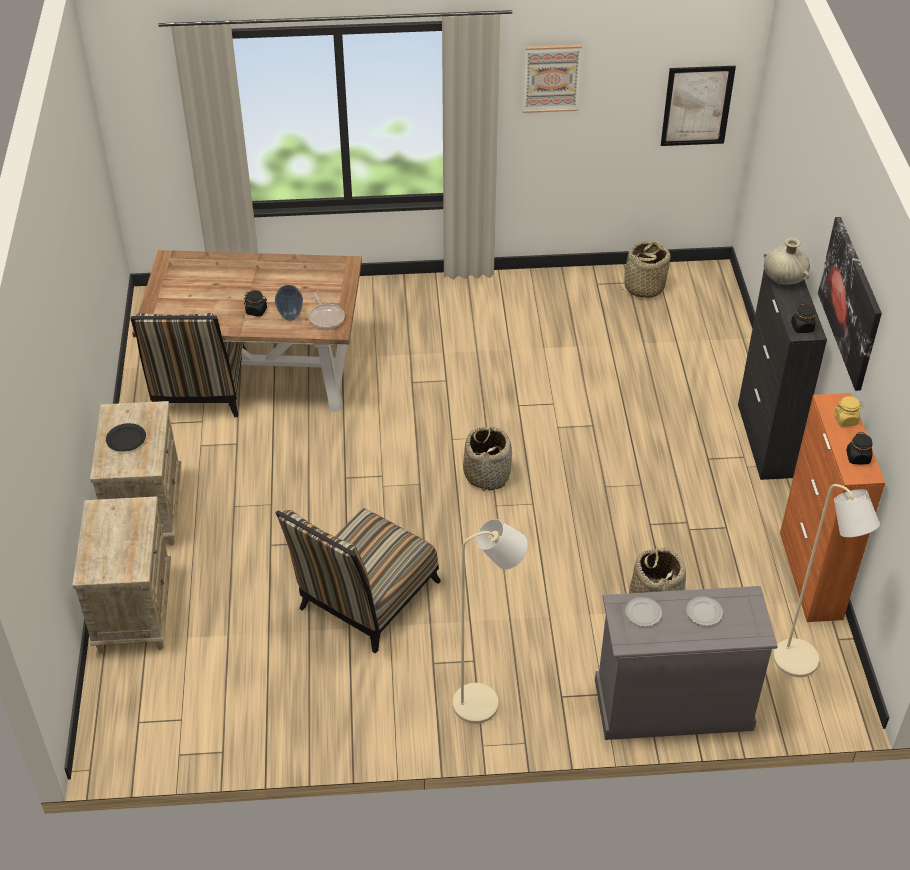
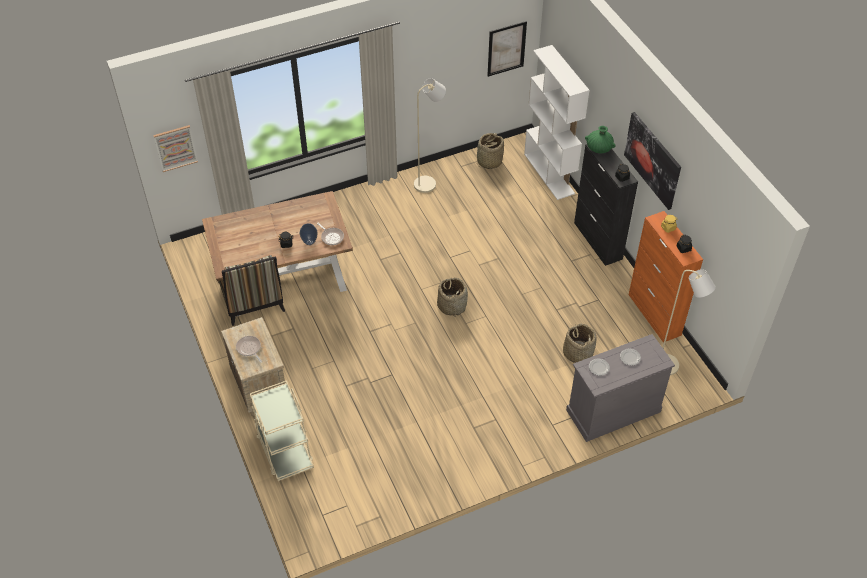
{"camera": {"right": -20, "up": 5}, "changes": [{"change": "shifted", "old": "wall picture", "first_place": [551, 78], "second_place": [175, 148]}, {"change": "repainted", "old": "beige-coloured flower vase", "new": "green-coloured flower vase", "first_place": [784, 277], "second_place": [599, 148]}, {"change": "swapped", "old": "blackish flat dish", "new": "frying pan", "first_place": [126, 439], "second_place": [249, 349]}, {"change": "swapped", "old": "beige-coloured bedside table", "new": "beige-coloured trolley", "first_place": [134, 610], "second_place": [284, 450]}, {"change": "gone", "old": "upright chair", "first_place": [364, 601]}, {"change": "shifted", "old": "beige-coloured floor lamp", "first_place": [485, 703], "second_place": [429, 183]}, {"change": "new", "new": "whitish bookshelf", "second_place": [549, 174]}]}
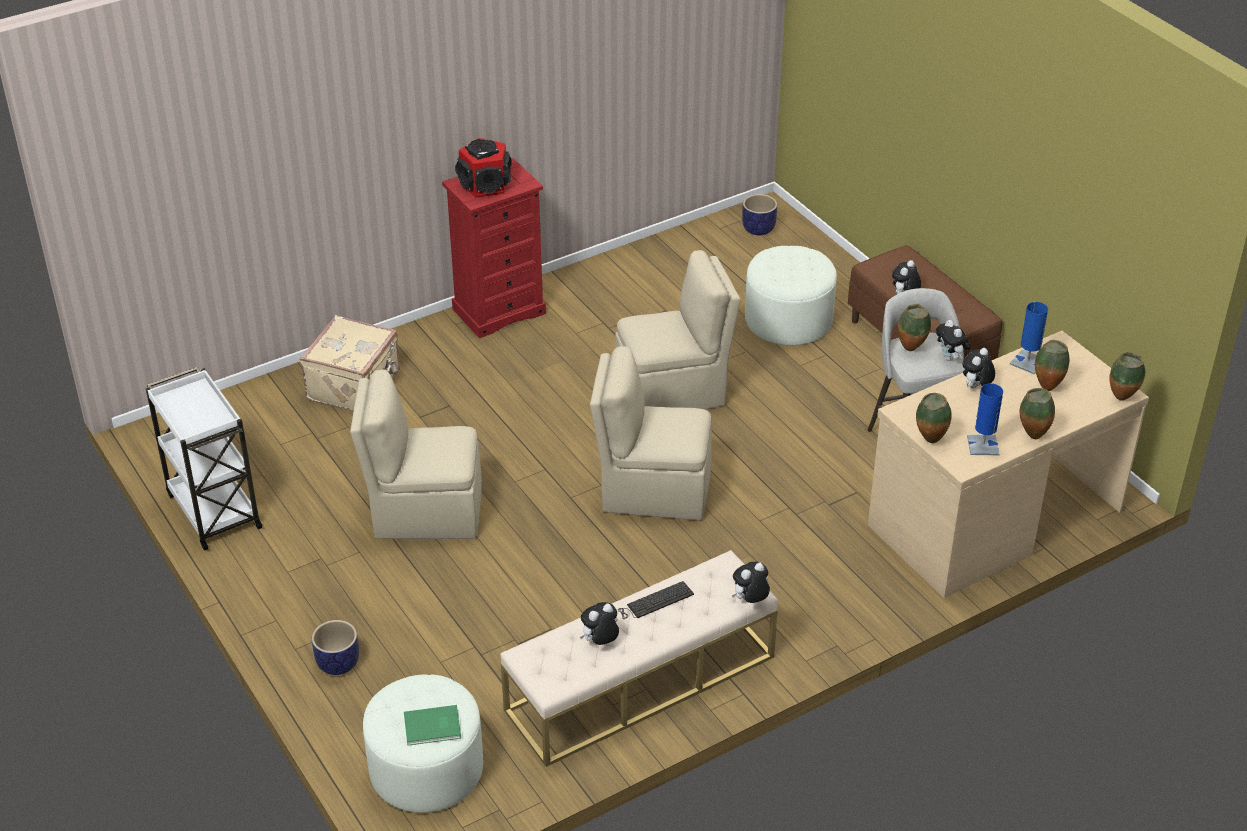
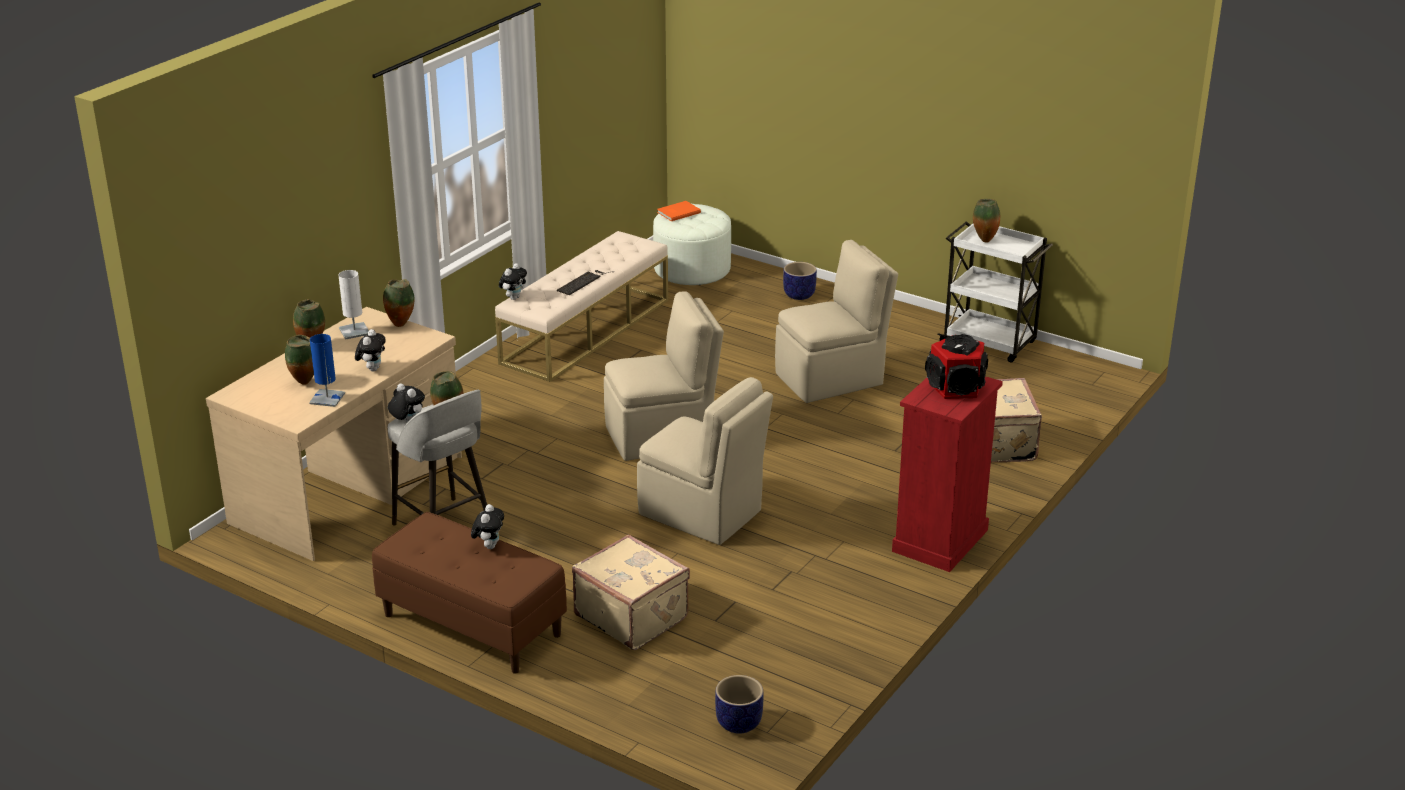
{"camera": {"right": 155, "up": -10}, "changes": [{"change": "swapped", "old": "whitish ottoman", "new": "beige-coloured suitcase", "first_place": [788, 320], "second_place": [632, 616]}, {"change": "rotated", "old": "beige-coloured upright chair", "first_place": [673, 392], "second_place": [702, 514], "degrees": -105}, {"change": "shifted", "old": "flower vase", "first_place": [1122, 399], "second_place": [984, 241]}, {"change": "repainted", "old": "blue tabletop lamp", "new": "whitish tabletop lamp", "first_place": [983, 445], "second_place": [354, 331]}, {"change": "gone", "old": "soft toy", "first_place": [600, 642]}, {"change": "repainted", "old": "green-coloured volume", "new": "orangey volume", "first_place": [433, 727], "second_place": [677, 212]}]}
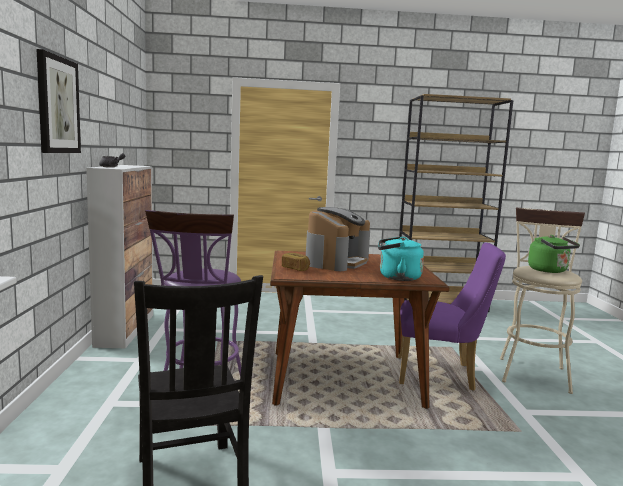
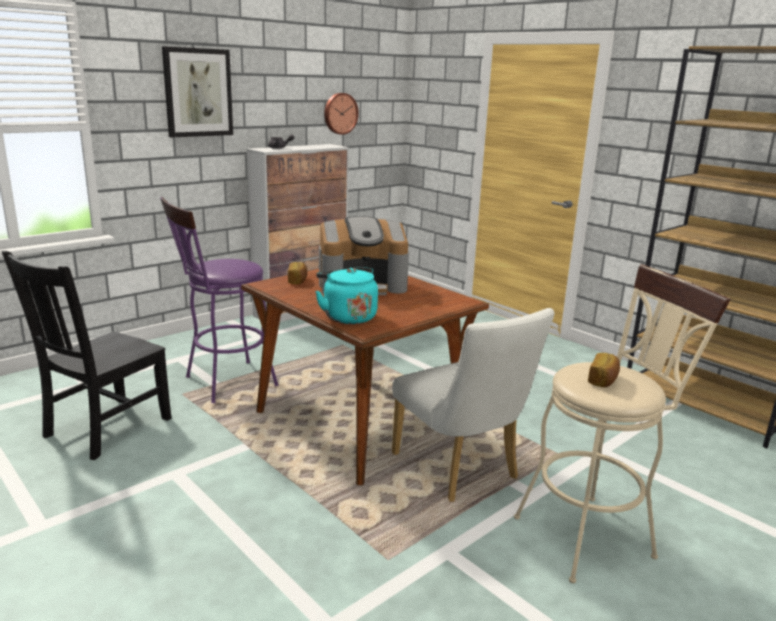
{"camera": {"right": 50, "up": 10}, "changes": [{"change": "swapped", "old": "green-coloured water kettle", "new": "baked bread", "first_place": [549, 271], "second_place": [603, 380]}, {"change": "repainted", "old": "purplish upright chair", "new": "whitish upright chair", "first_place": [441, 375], "second_place": [460, 470]}, {"change": "new", "new": "wall clock", "second_place": [340, 113]}]}
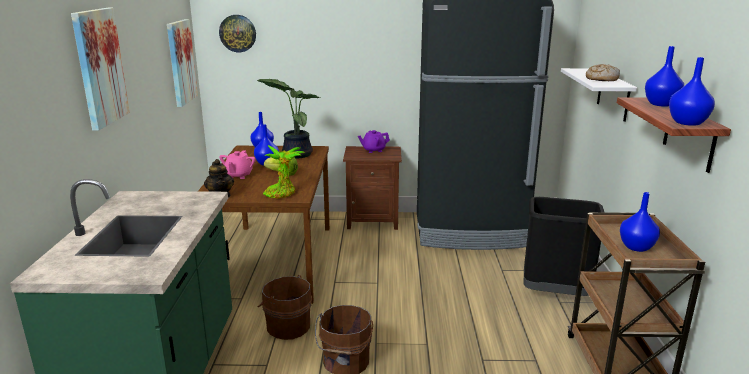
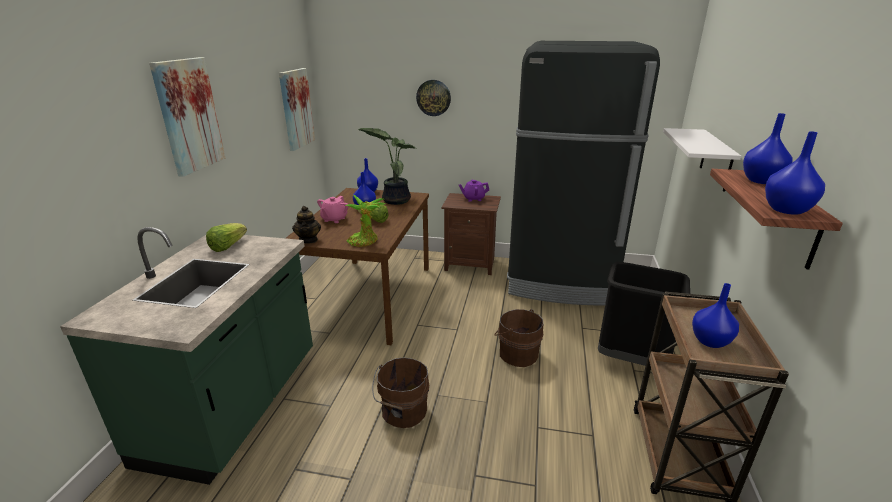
{"camera": {"right": 10, "up": 5}, "changes": [{"change": "shifted", "old": "wall clock", "first_place": [237, 33], "second_place": [433, 98]}, {"change": "gone", "old": "baked bread", "first_place": [601, 79]}, {"change": "shifted", "old": "brown-coloured water bucket", "first_place": [287, 326], "second_place": [517, 353]}, {"change": "new", "new": "lettuce", "second_place": [228, 246]}]}
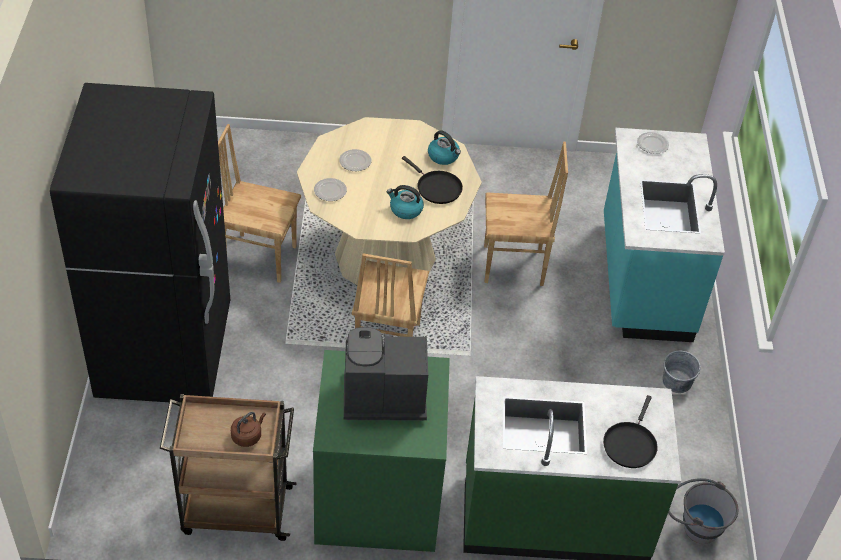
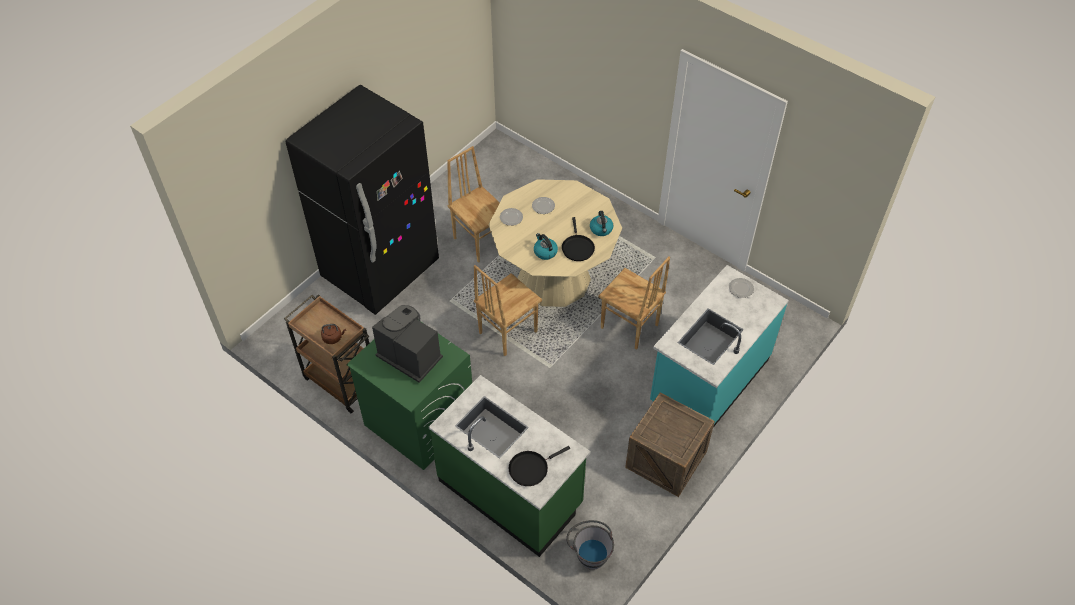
{"camera": {"right": 40, "up": 5}, "changes": [{"change": "swapped", "old": "grey water bucket", "new": "shipping crate", "first_place": [677, 382], "second_place": [666, 459]}]}
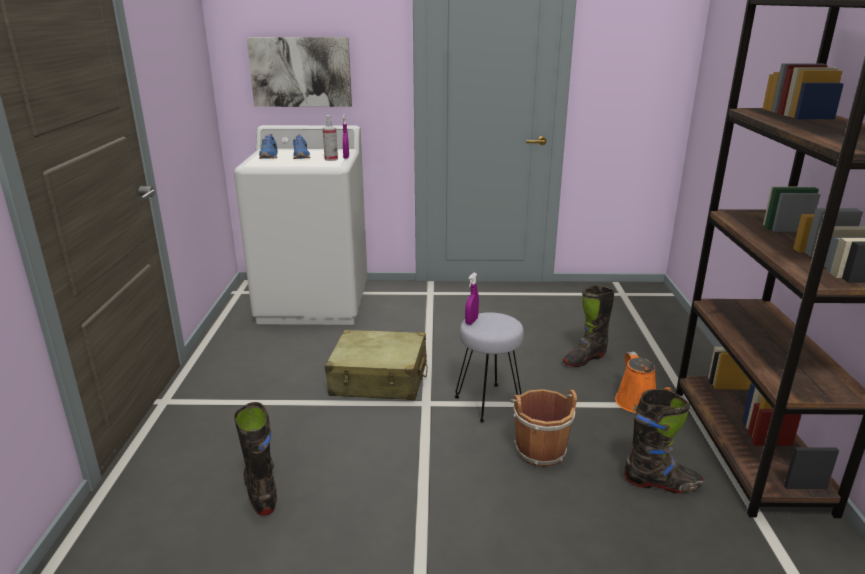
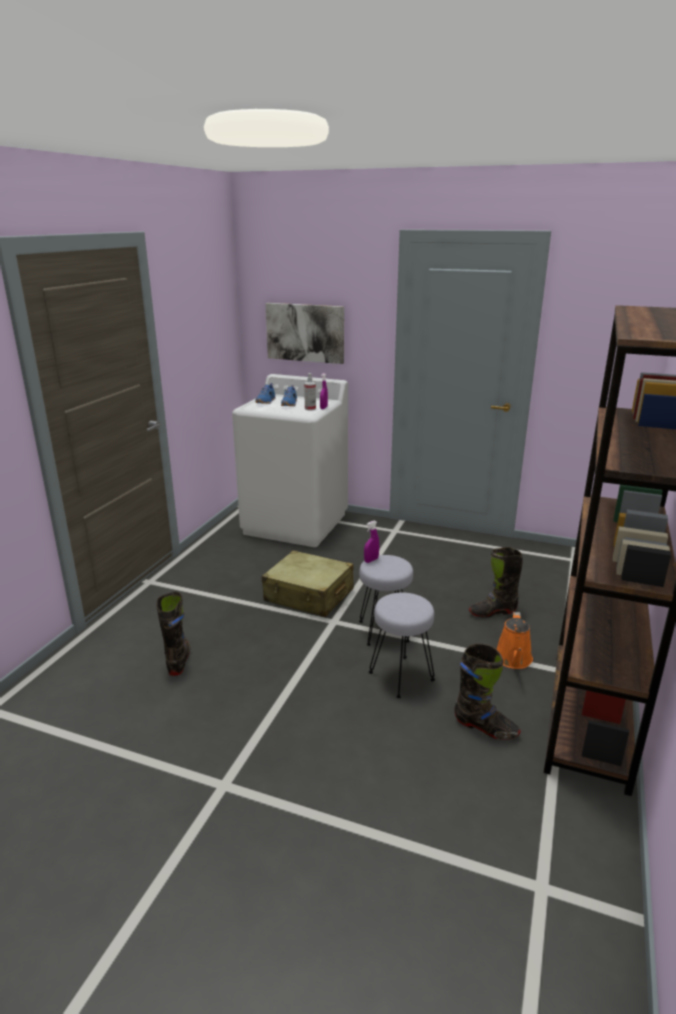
{"camera": {"right": 20, "up": 0}, "changes": [{"change": "swapped", "old": "brown-coloured water bucket", "new": "grey stool", "first_place": [539, 449], "second_place": [400, 677]}]}
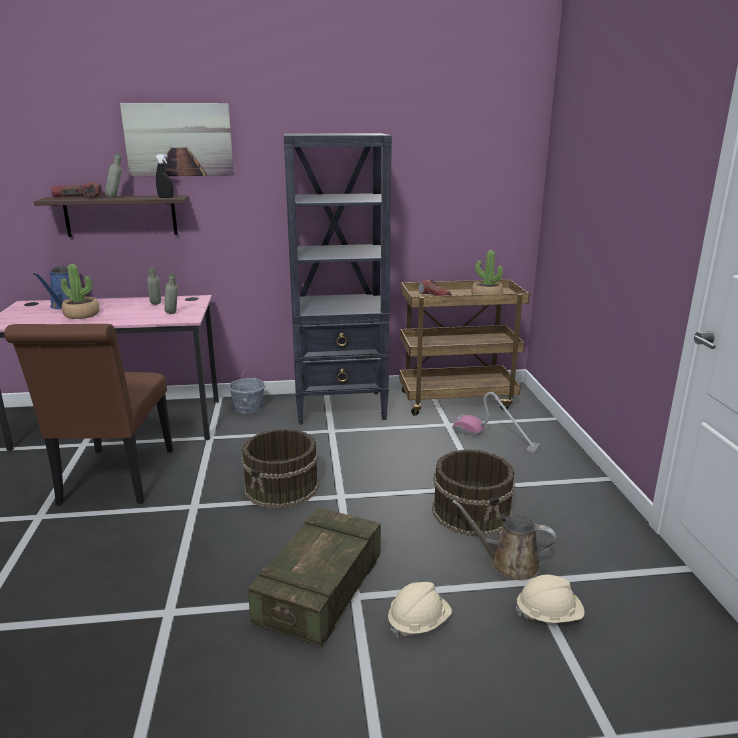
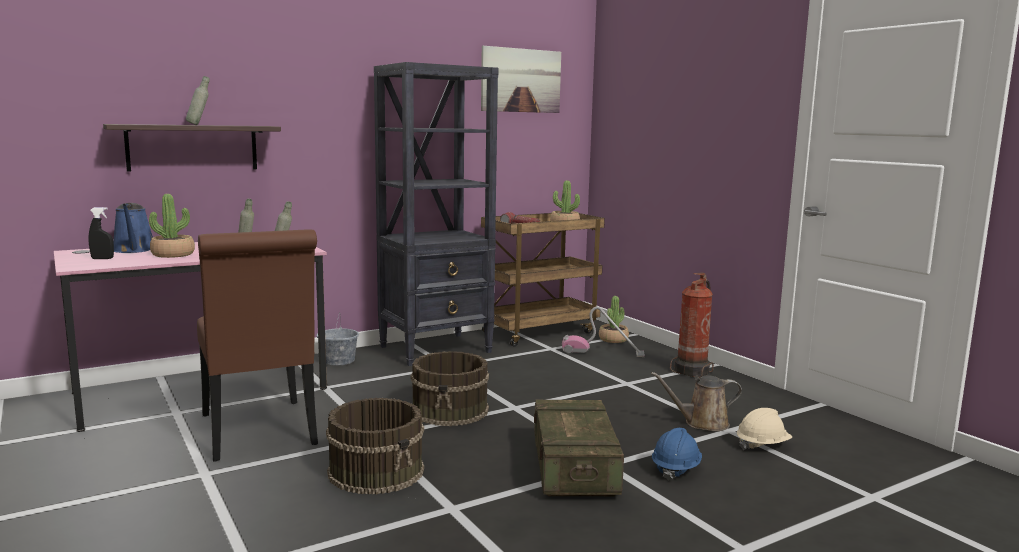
{"camera": {"right": -25, "up": -10}, "changes": [{"change": "shifted", "old": "wall picture", "first_place": [178, 140], "second_place": [521, 80]}, {"change": "shifted", "old": "blackish sprayer", "first_place": [165, 197], "second_place": [102, 258]}, {"change": "gone", "old": "hand torch", "first_place": [78, 197]}, {"change": "shifted", "old": "brown-coloured water bucket", "first_place": [472, 512], "second_place": [377, 471]}, {"change": "repainted", "old": "beige-coloured work helmet", "new": "blue work helmet", "first_place": [418, 623], "second_place": [675, 469]}, {"change": "new", "new": "extinguisher", "second_place": [693, 371]}, {"change": "new", "new": "potted plant", "second_place": [613, 339]}]}
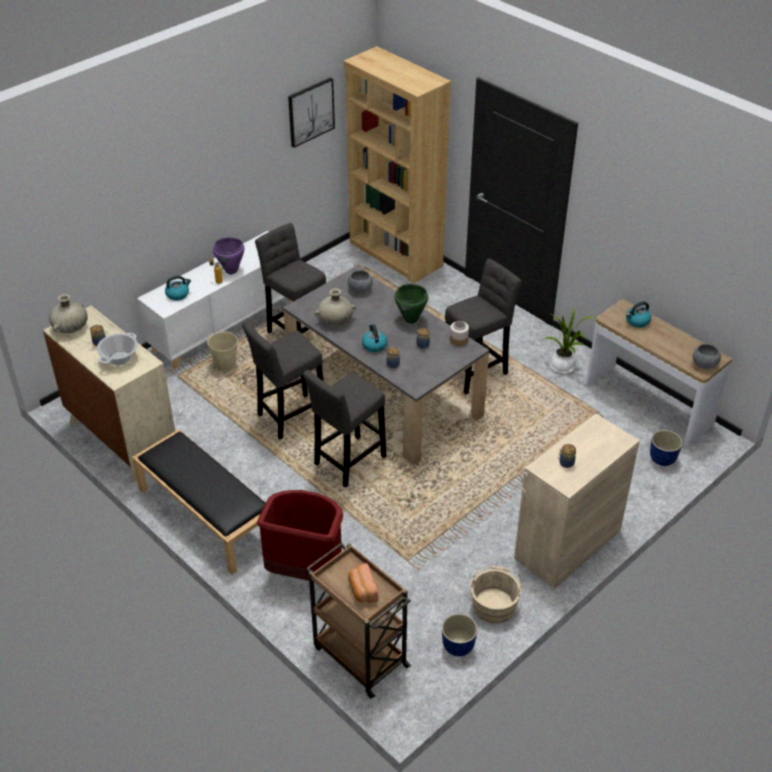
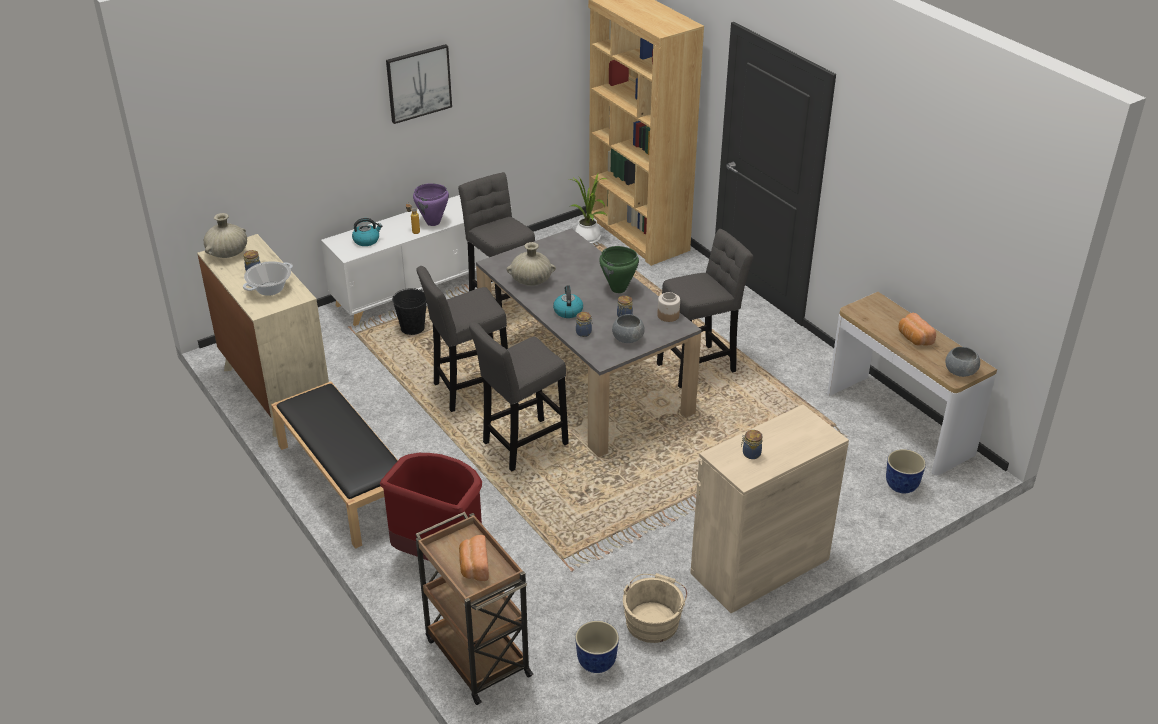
{"camera": {"right": 10, "up": -5}, "changes": [{"change": "shifted", "old": "wall picture", "first_place": [310, 111], "second_place": [418, 83]}, {"change": "shifted", "old": "grey bowl", "first_place": [360, 289], "second_place": [628, 338]}, {"change": "gone", "old": "water kettle", "first_place": [637, 321]}, {"change": "shifted", "old": "potted plant", "first_place": [563, 367], "second_place": [588, 239]}, {"change": "repainted", "old": "beige-coloured water bucket", "new": "blackish water bucket", "first_place": [225, 365], "second_place": [413, 328]}, {"change": "new", "new": "baked bread", "second_place": [913, 338]}]}
